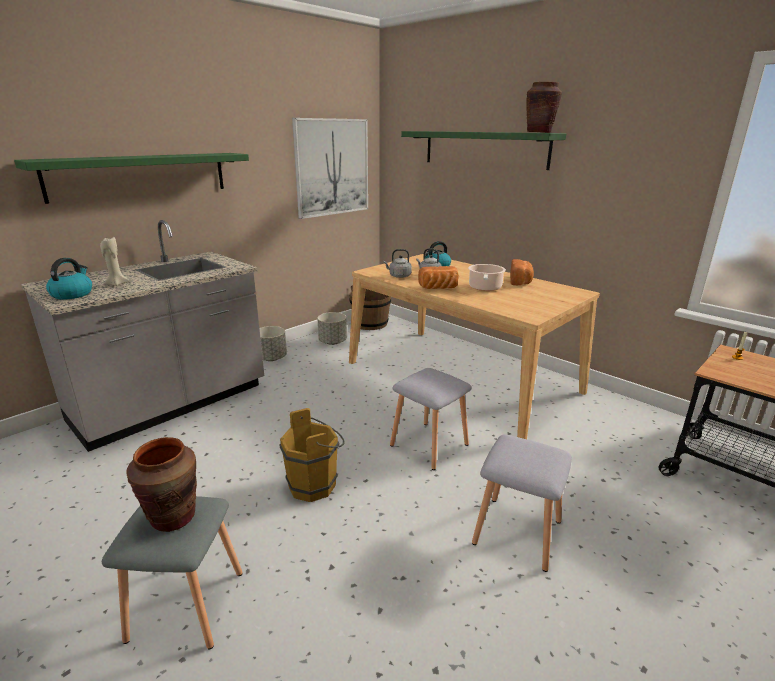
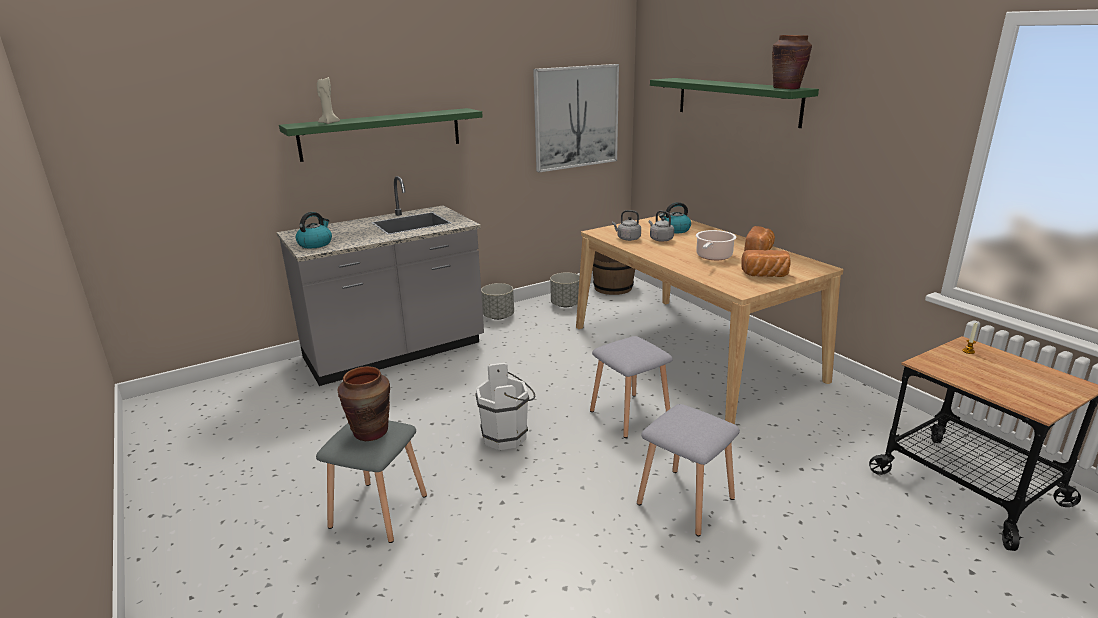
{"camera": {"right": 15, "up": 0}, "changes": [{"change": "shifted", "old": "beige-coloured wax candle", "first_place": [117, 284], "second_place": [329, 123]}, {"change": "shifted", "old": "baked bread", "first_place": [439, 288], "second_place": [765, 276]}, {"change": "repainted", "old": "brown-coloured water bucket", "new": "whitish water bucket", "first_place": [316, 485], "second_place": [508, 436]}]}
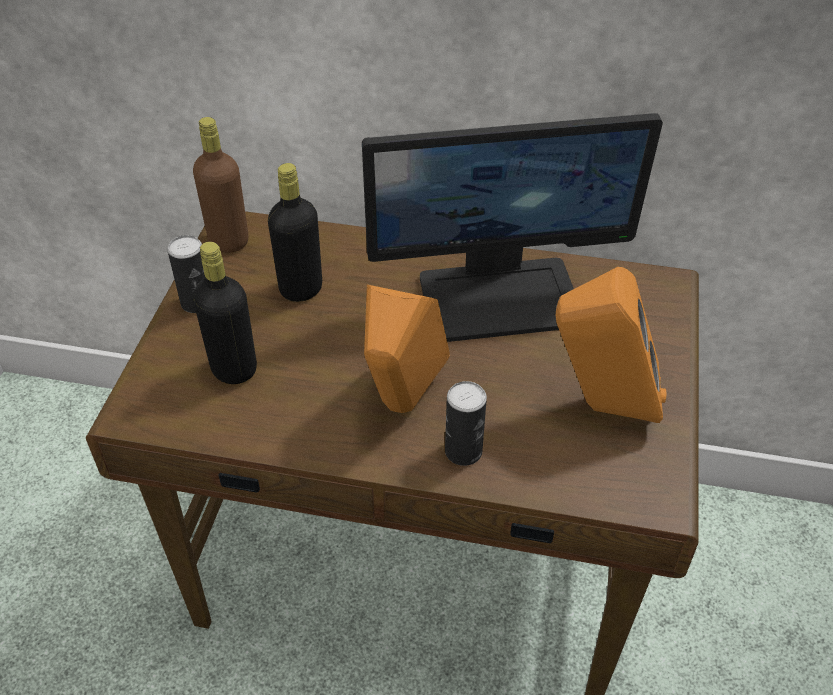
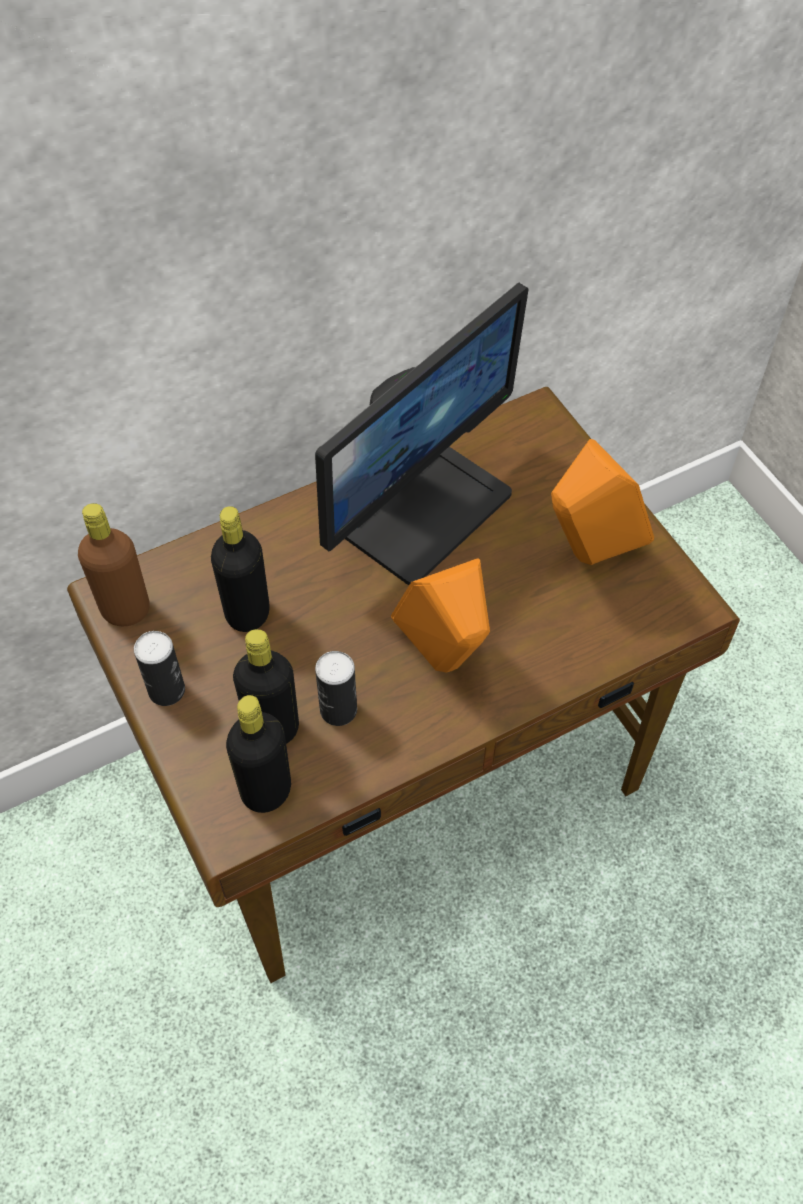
{"camera": {"right": -40, "up": 10}, "changes": [{"change": "shifted", "old": "sealed can", "first_place": [463, 451], "second_place": [338, 710]}, {"change": "new", "new": "blackish drink bottle", "second_place": [266, 790]}]}
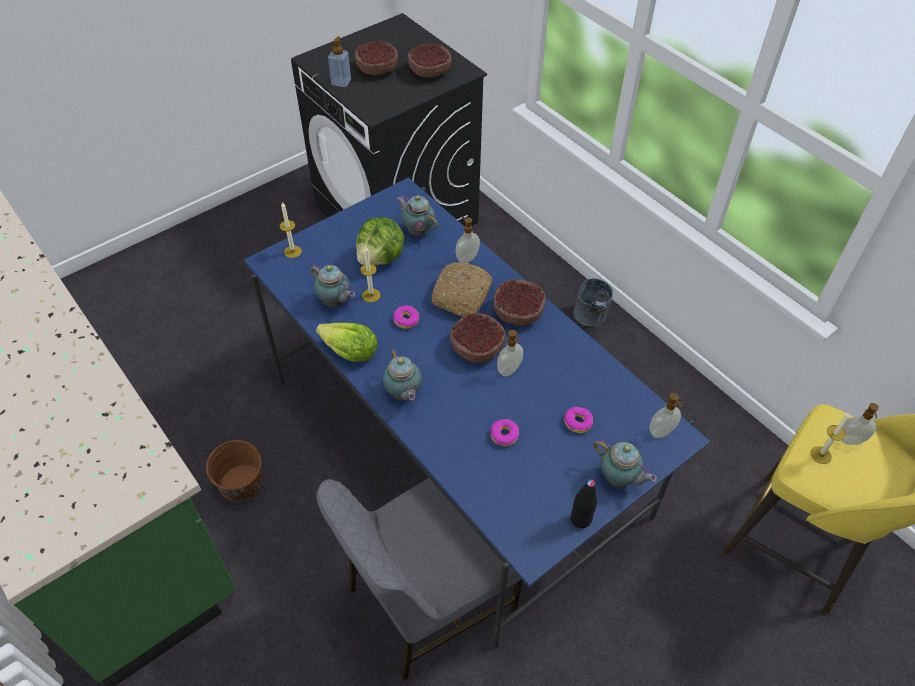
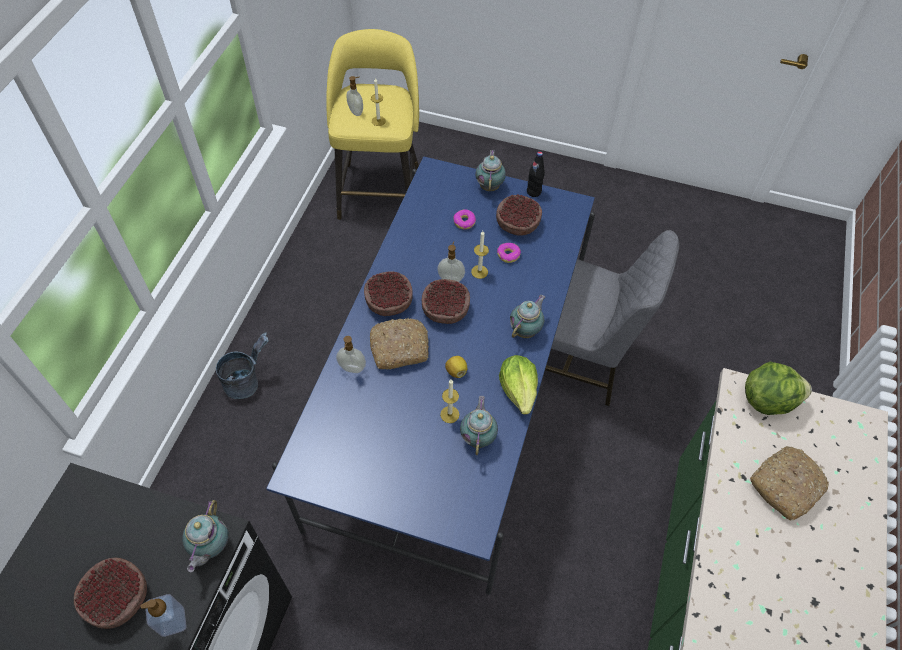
{"camera": {"right": -125, "up": 5}, "changes": [{"change": "shifted", "old": "bowl", "first_place": [429, 71], "second_place": [518, 223]}, {"change": "shifted", "old": "teapot", "first_place": [418, 230], "second_place": [210, 547]}, {"change": "shifted", "old": "wax candle", "first_place": [292, 251], "second_place": [479, 271]}, {"change": "shifted", "old": "lettuce", "first_place": [381, 258], "second_place": [767, 399]}, {"change": "swapped", "old": "donut", "new": "citrus fruit", "first_place": [406, 320], "second_place": [456, 371]}, {"change": "gone", "old": "soap bottle", "first_place": [662, 432]}, {"change": "gone", "old": "brown-coloured water bucket", "first_place": [241, 484]}, {"change": "new", "new": "baked bread", "second_place": [785, 484]}]}
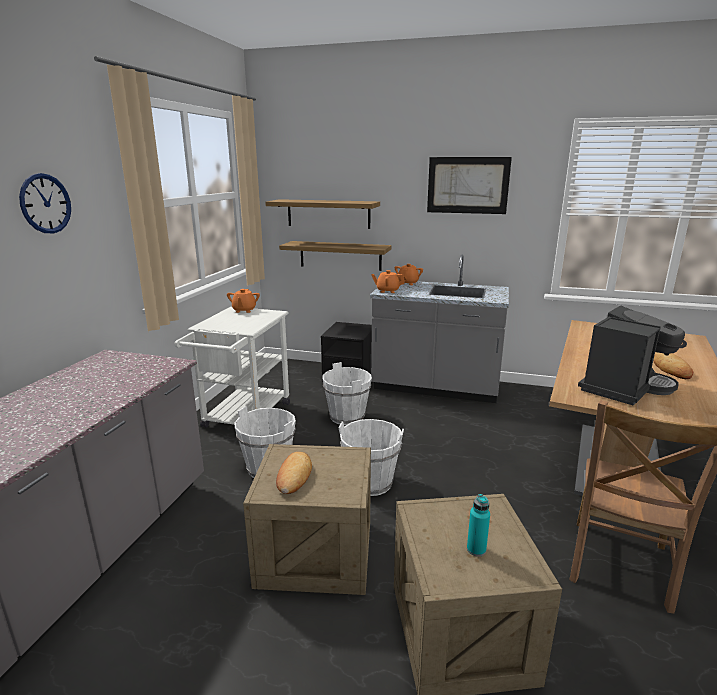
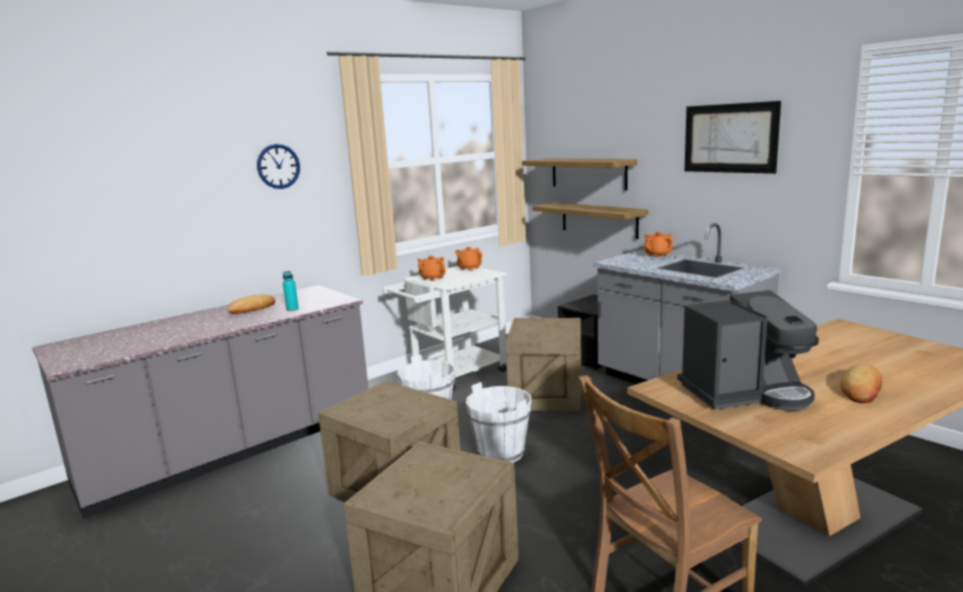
{"camera": {"right": 35, "up": -5}, "changes": [{"change": "shifted", "old": "orangey teapot", "first_place": [387, 291], "second_place": [432, 278]}, {"change": "swapped", "old": "whitish water bucket", "new": "shipping crate", "first_place": [347, 417], "second_place": [546, 394]}, {"change": "shifted", "old": "baked bread", "first_place": [294, 476], "second_place": [252, 308]}, {"change": "shifted", "old": "blue-green drink bottle", "first_place": [476, 549], "second_place": [292, 309]}]}
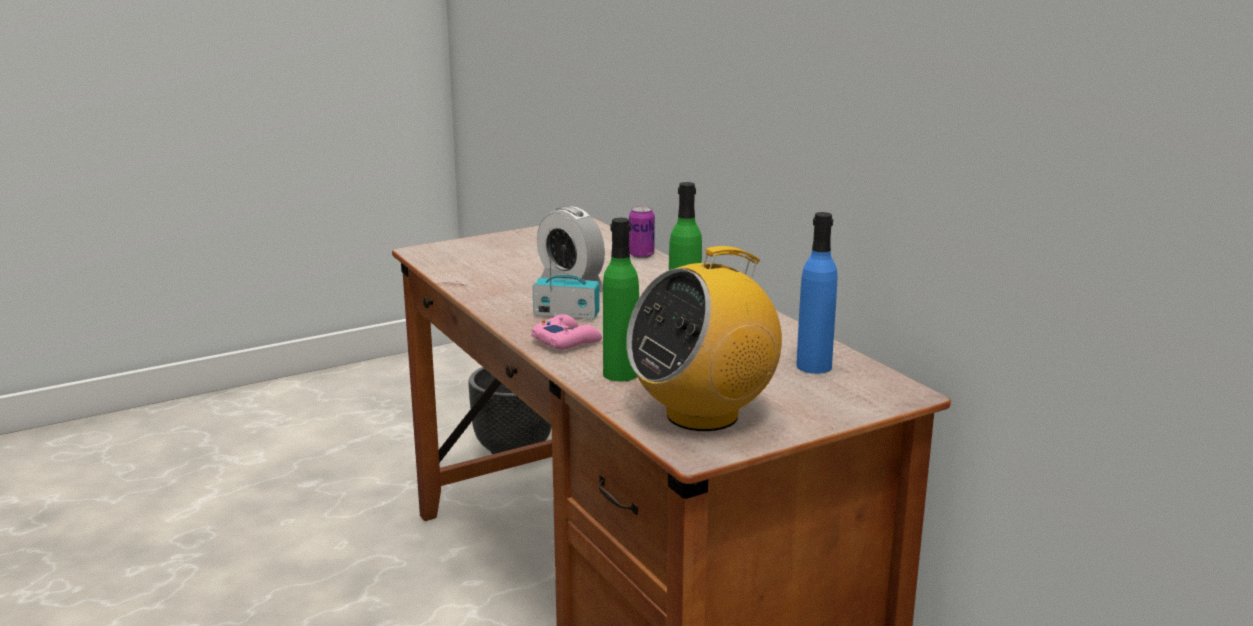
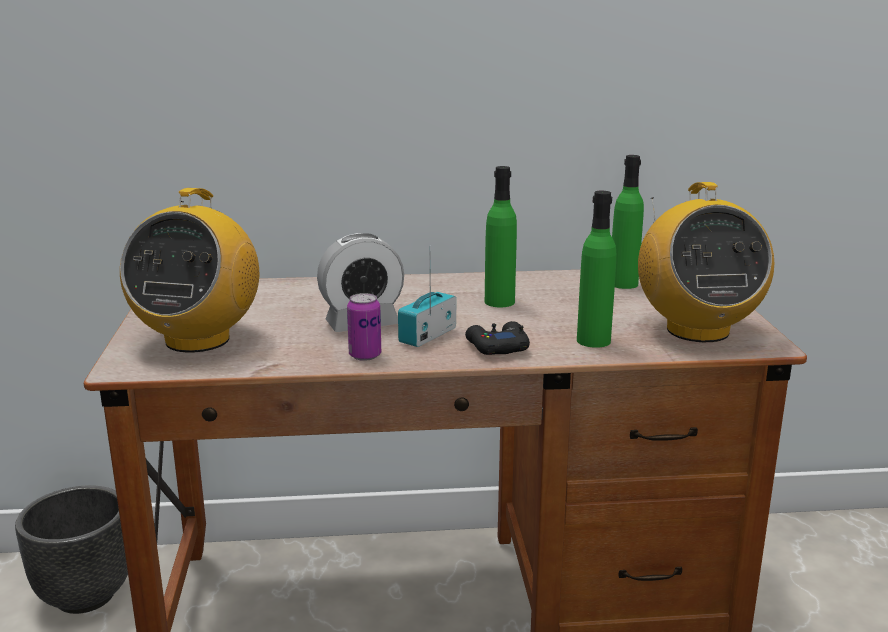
{"camera": {"right": -65, "up": 0}, "changes": [{"change": "shifted", "old": "sealed can", "first_place": [641, 255], "second_place": [365, 355]}, {"change": "repainted", "old": "blue drink bottle", "new": "green-coloured drink bottle", "first_place": [814, 366], "second_place": [623, 284]}, {"change": "repainted", "old": "pinkish game controller", "new": "blackish game controller", "first_place": [566, 341], "second_place": [496, 346]}, {"change": "new", "new": "radio receiver", "second_place": [198, 339]}]}
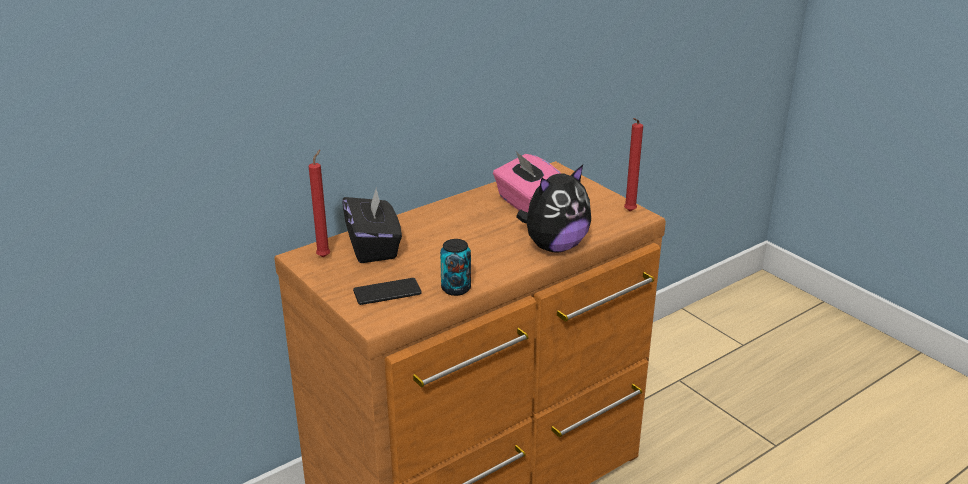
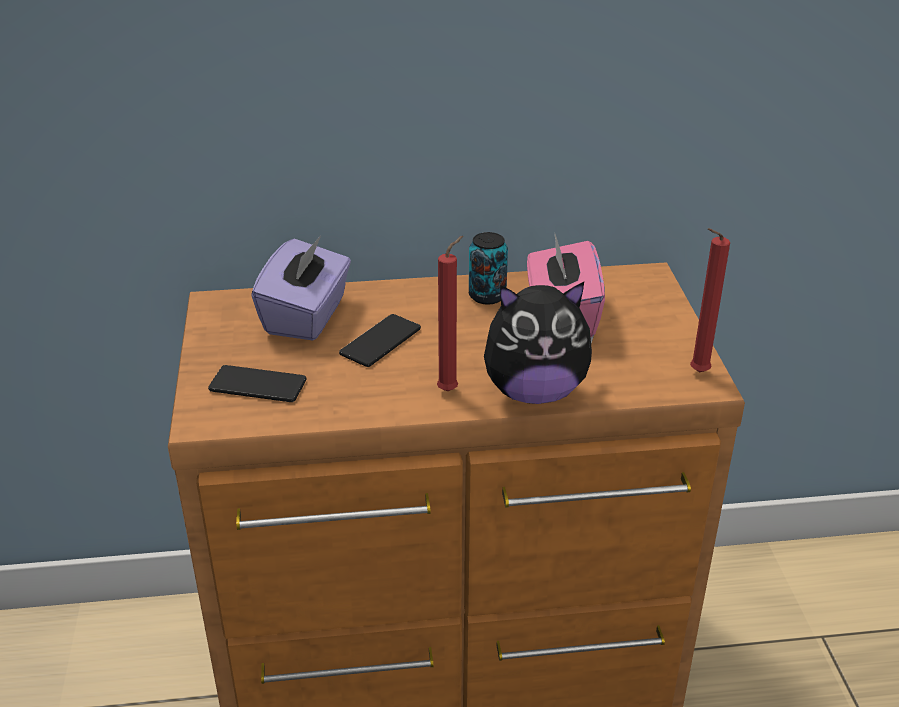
{"camera": {"right": 30, "up": 5}, "changes": [{"change": "shifted", "old": "red wax candle", "first_place": [325, 256], "second_place": [450, 390]}, {"change": "repainted", "old": "blackish tissue holder", "new": "purplish tissue holder", "first_place": [373, 247], "second_place": [307, 316]}, {"change": "shifted", "old": "sealed can", "first_place": [456, 289], "second_place": [487, 296]}, {"change": "new", "new": "telephone", "second_place": [380, 341]}]}
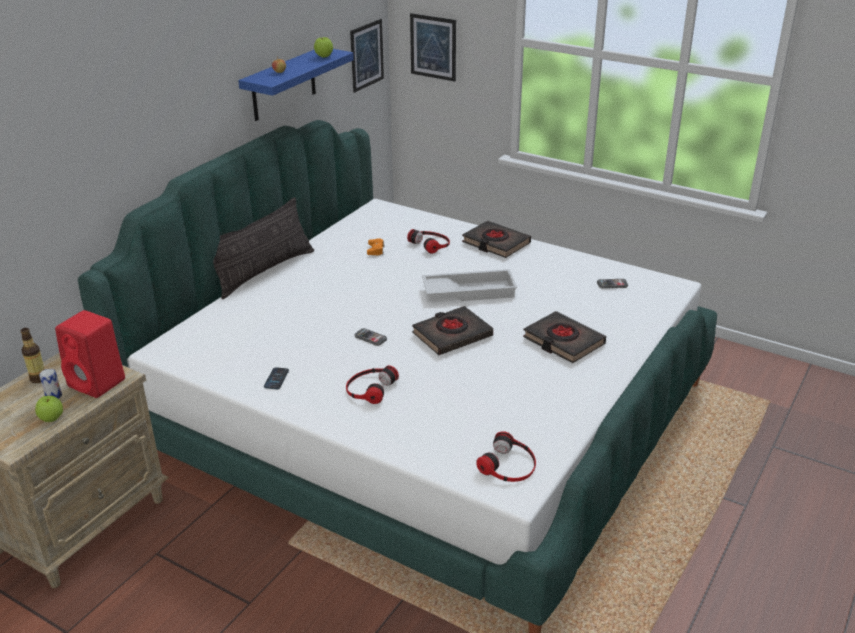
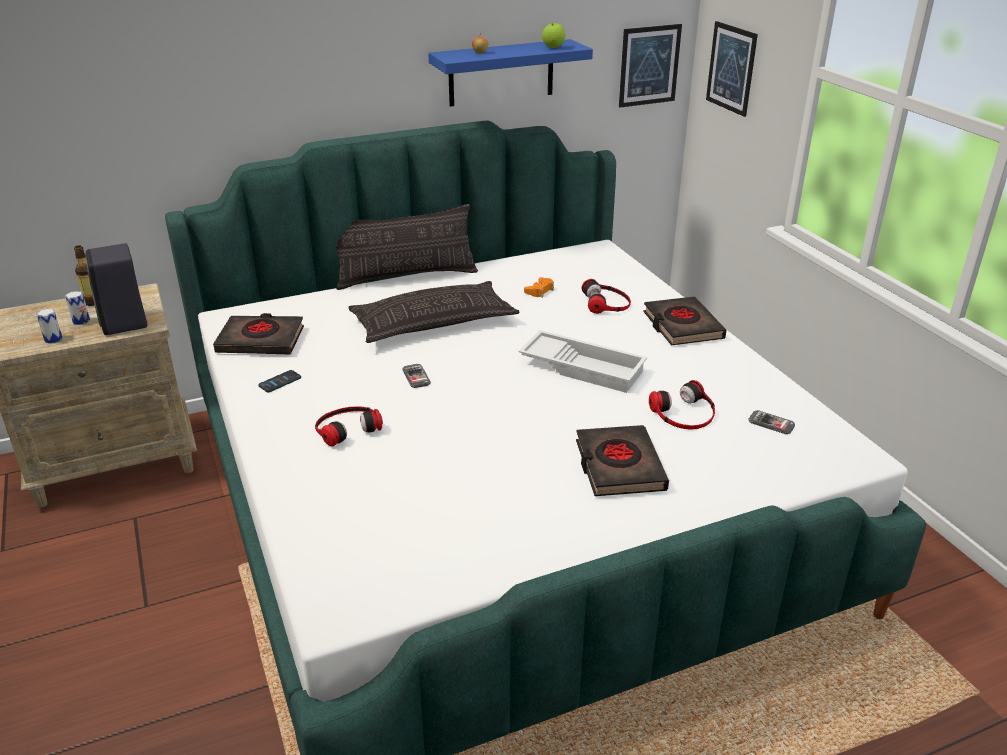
{"camera": {"right": 35, "up": 0}, "changes": [{"change": "shifted", "old": "blackish volume", "first_place": [452, 335], "second_place": [261, 340]}, {"change": "repainted", "old": "red speaker", "new": "blackish speaker", "first_place": [98, 383], "second_place": [125, 323]}, {"change": "swapped", "old": "whole apple", "new": "sealed can", "first_place": [52, 419], "second_place": [53, 339]}, {"change": "shifted", "old": "headphones", "first_place": [509, 465], "second_place": [684, 413]}, {"change": "new", "new": "throw pillow", "second_place": [433, 322]}]}
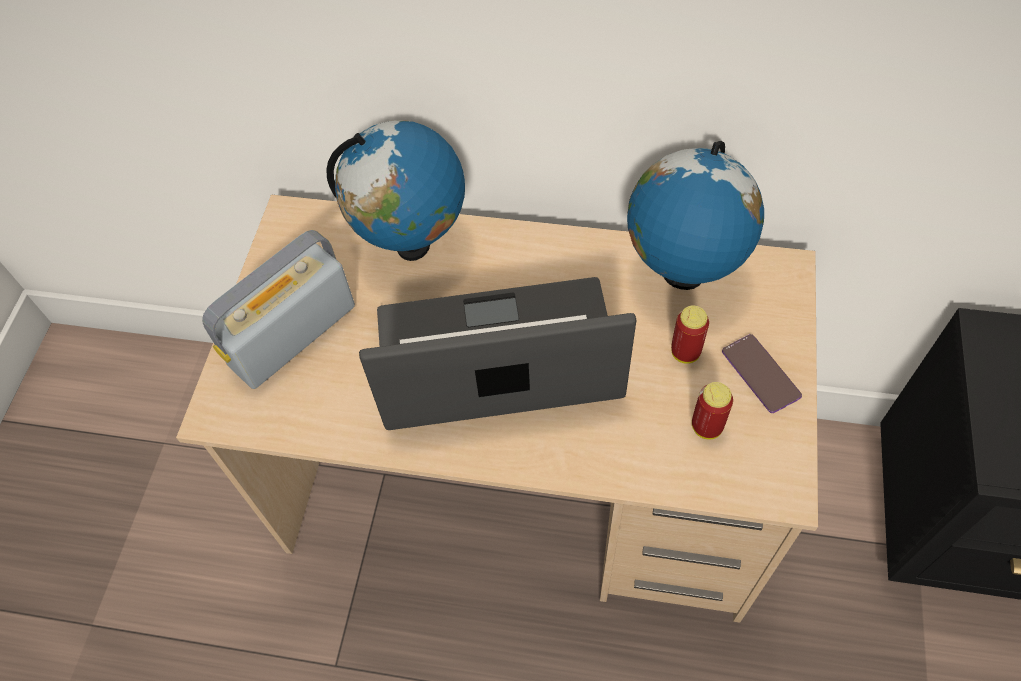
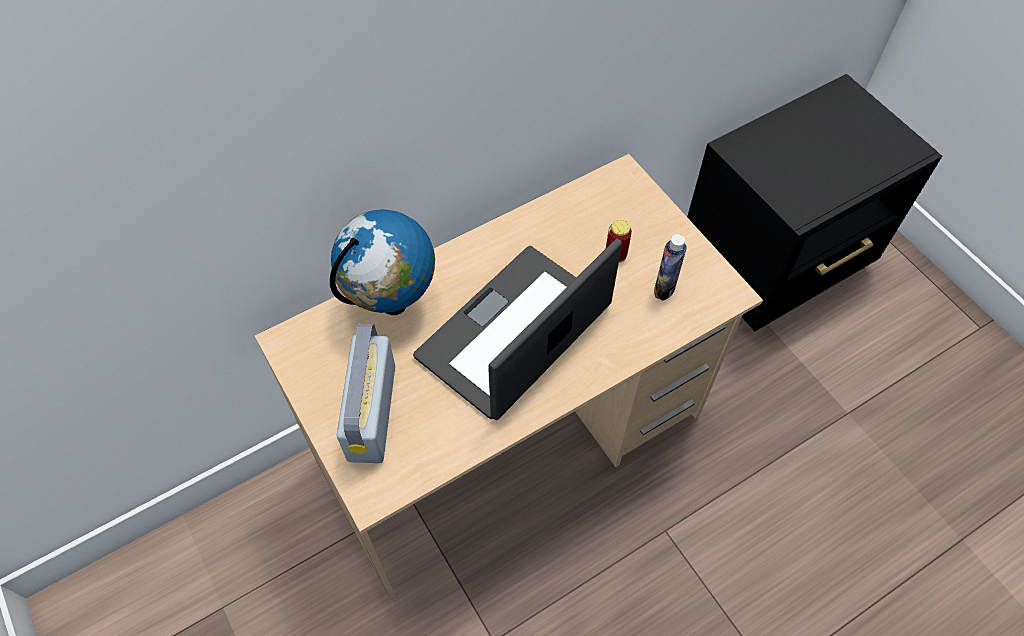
{"camera": {"right": -45, "up": 0}, "changes": [{"change": "gone", "old": "desk globe", "first_place": [682, 274]}, {"change": "gone", "old": "telephone", "first_place": [760, 374]}, {"change": "swapped", "old": "sealed can", "new": "drink bottle", "first_place": [706, 426], "second_place": [664, 288]}]}
